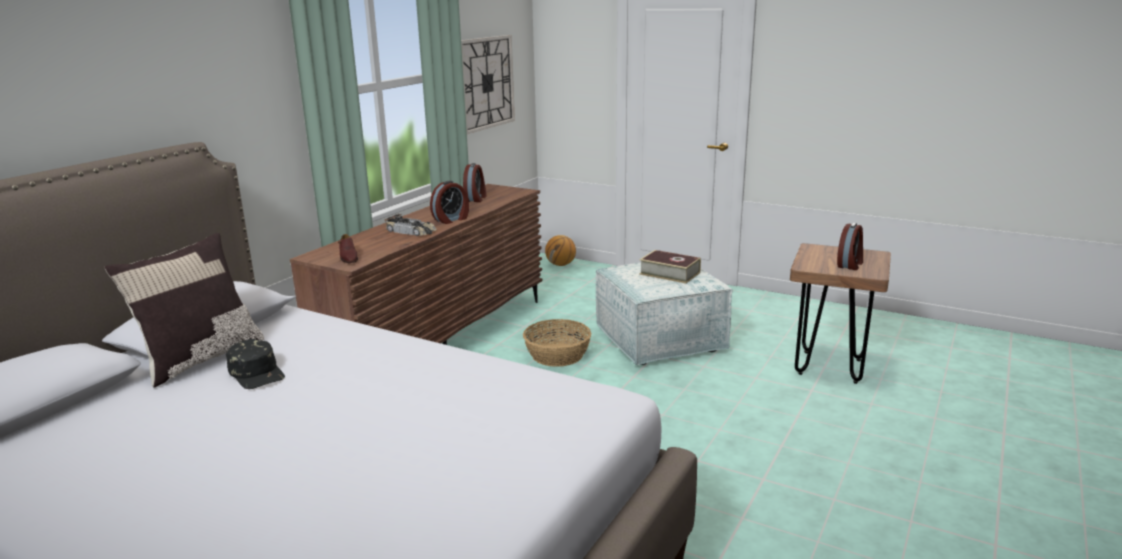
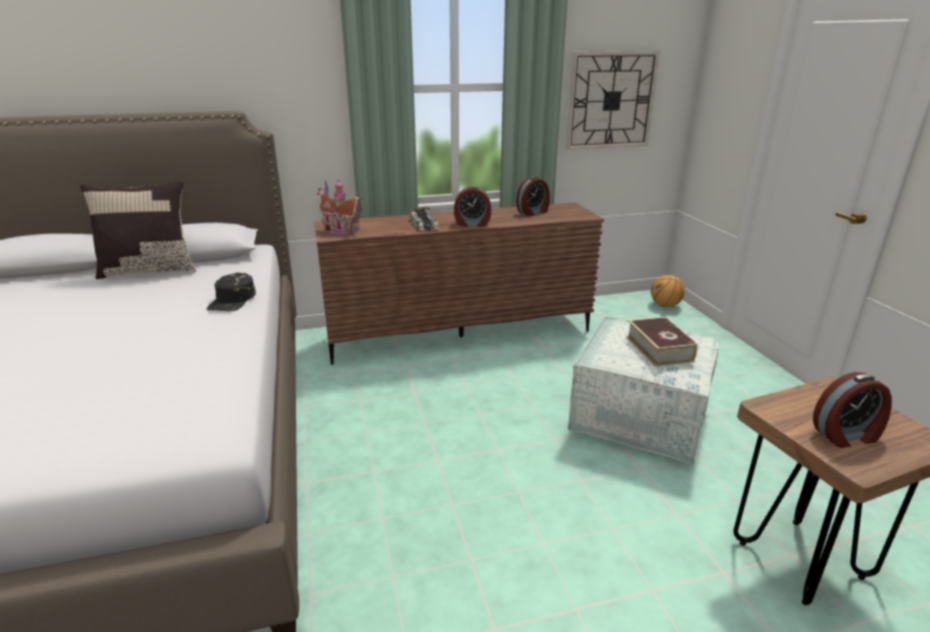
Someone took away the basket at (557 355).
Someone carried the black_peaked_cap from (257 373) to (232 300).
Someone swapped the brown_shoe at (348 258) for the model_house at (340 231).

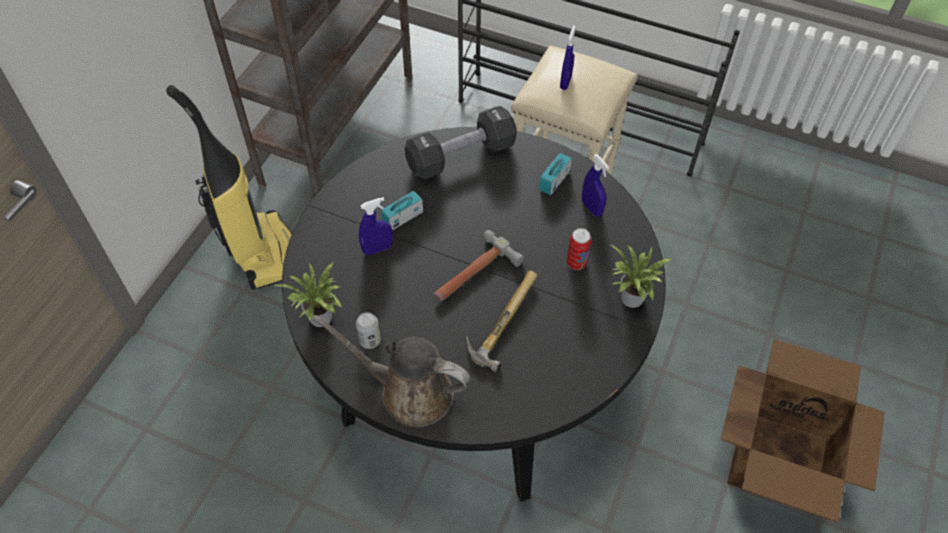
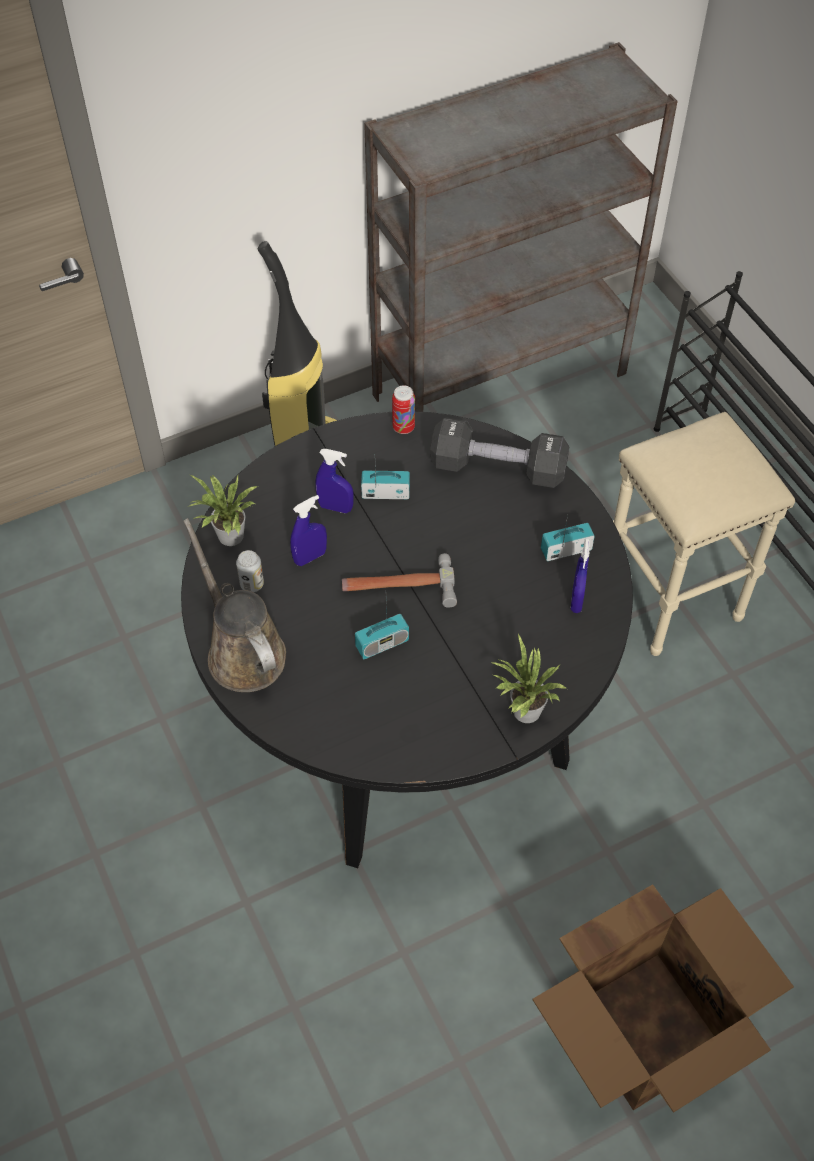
Someone carried the bluish_sprayer from (565 82) to (310 557).
Someone carried the metal_can from (576 263) to (403 427).
Someone swapped the hammer at (500 319) for the radio_receiver at (382 644).

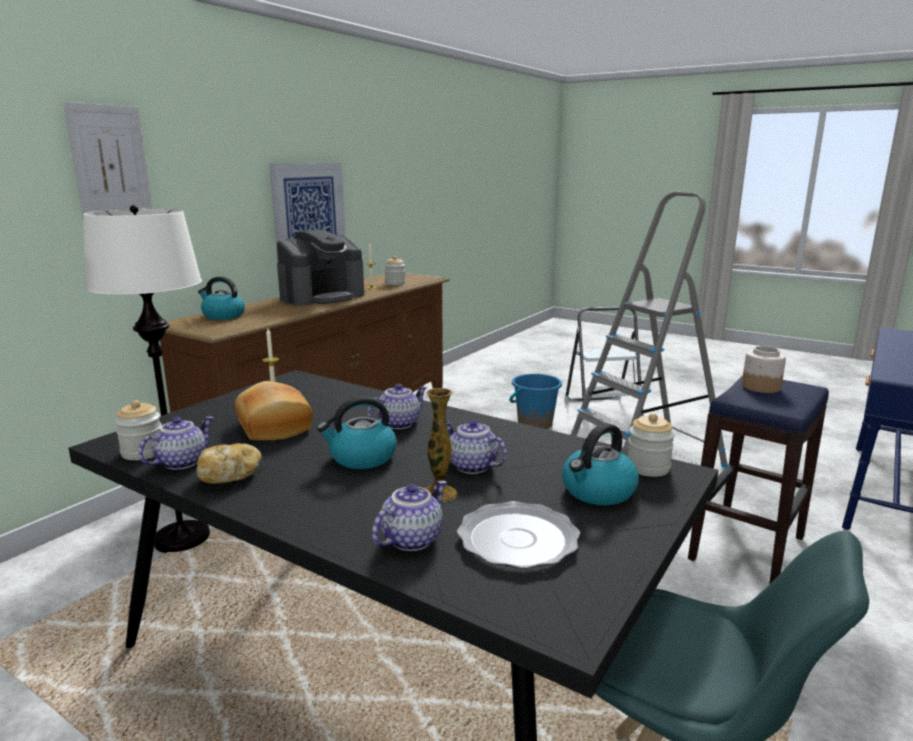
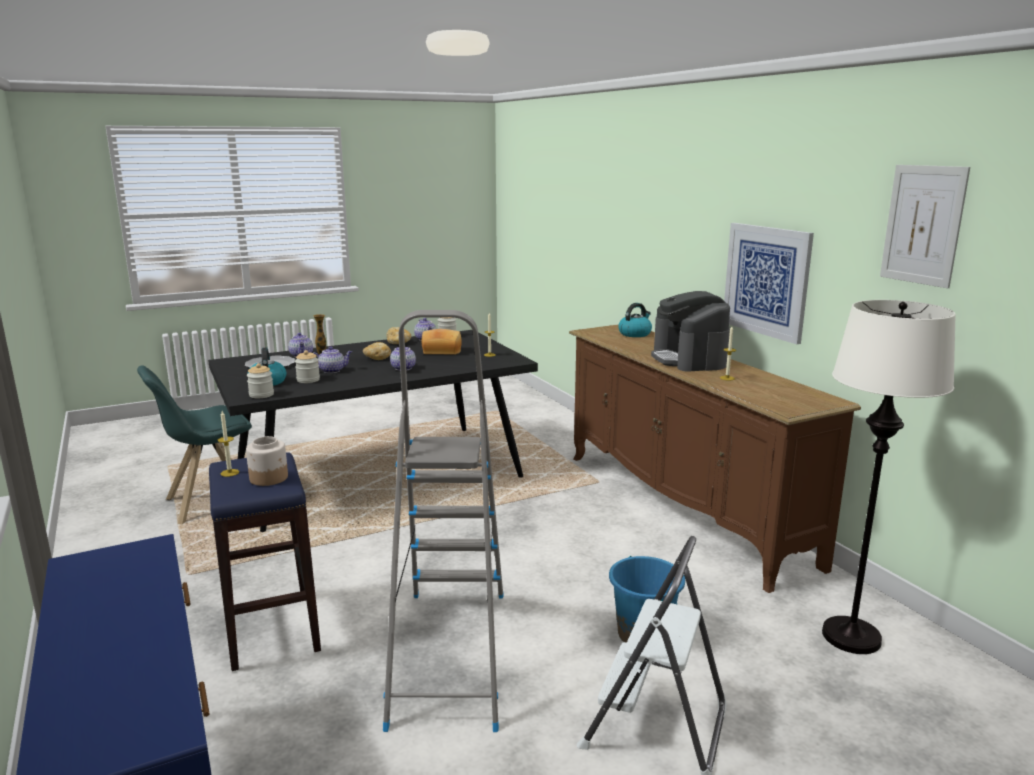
Someone put down the candle at (229 473).
Someone carried the picture from (110 162) to (923 225).
Someone carried the whitish_floor_lamp from (183 538) to (851 637).
Someone carried the preserve_jar from (395 283) to (308 380).
Someone swapped the water_kettle at (361 458) for the bakery_bread at (377 358).

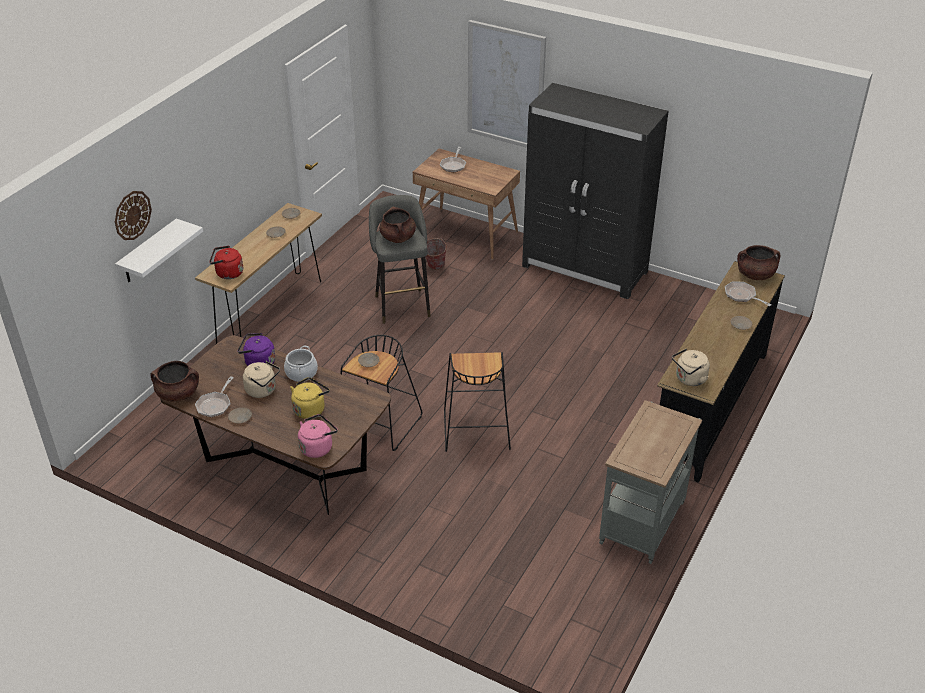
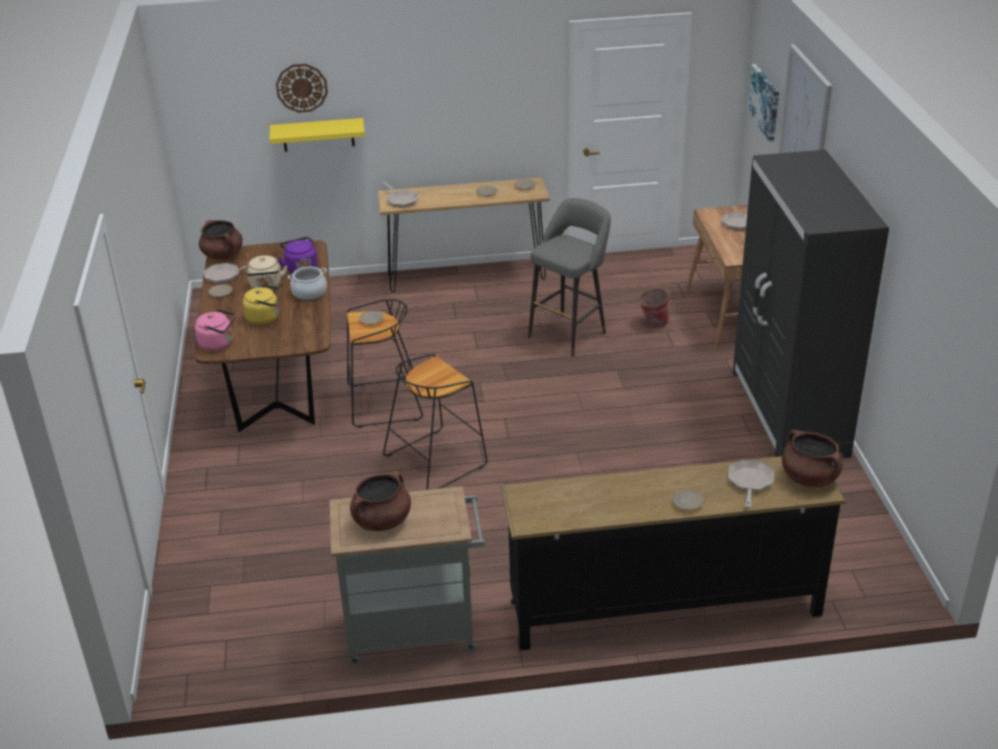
Someone took away the beige_water_kettle at (689 379).
Someone put up the picture at (765 102).
Someone carried the brown_cooking_pot from (398 238) to (382 521).
Someone swapped the red-coloured_water_kettle at (227 273) for the frying_pan at (401 200).
Someone repainted the whitish_shelf at (148 252), which became the yellow_shelf at (318 135).

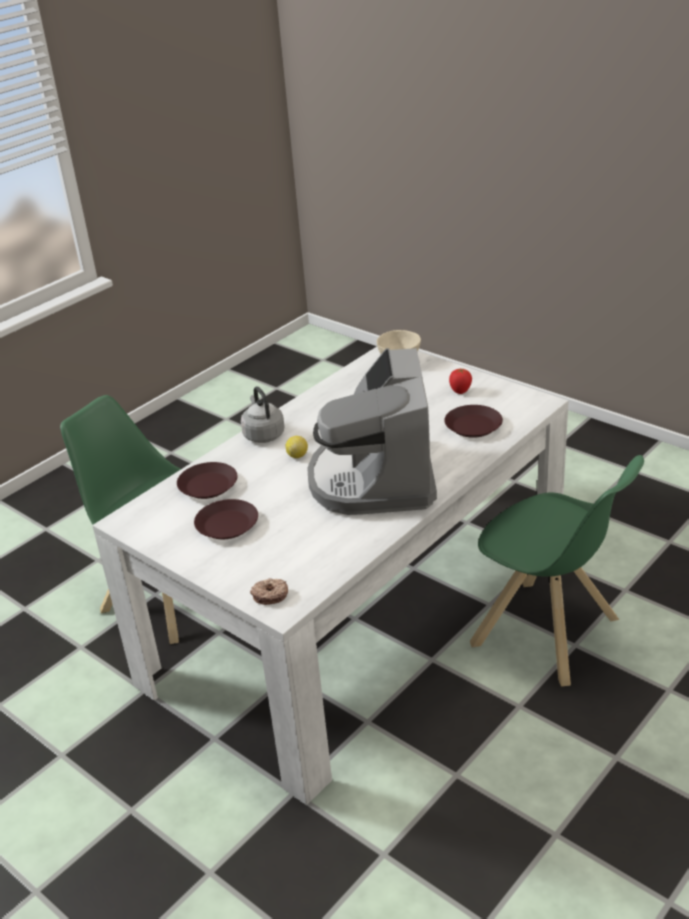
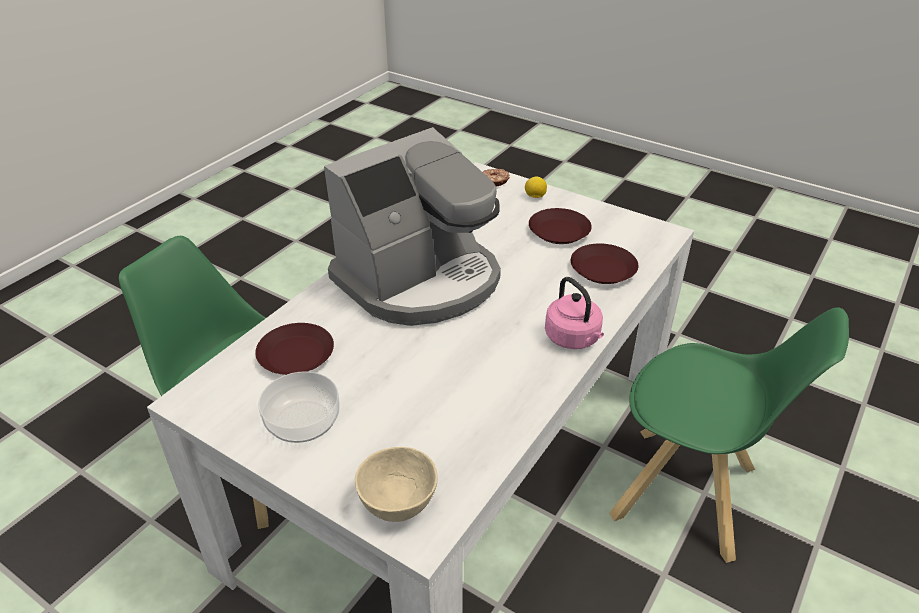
Someone carried the lemon from (297 455) to (535 197).
Someone swapped the fresh_tomato at (460 392) for the bowl at (302 422).
Someone repainted the greyish_water_kettle at (263 434), which became the pink-coloured_water_kettle at (574 339).
Someone rotated the coffee_machine at (374 478) by 60 degrees clockwise.

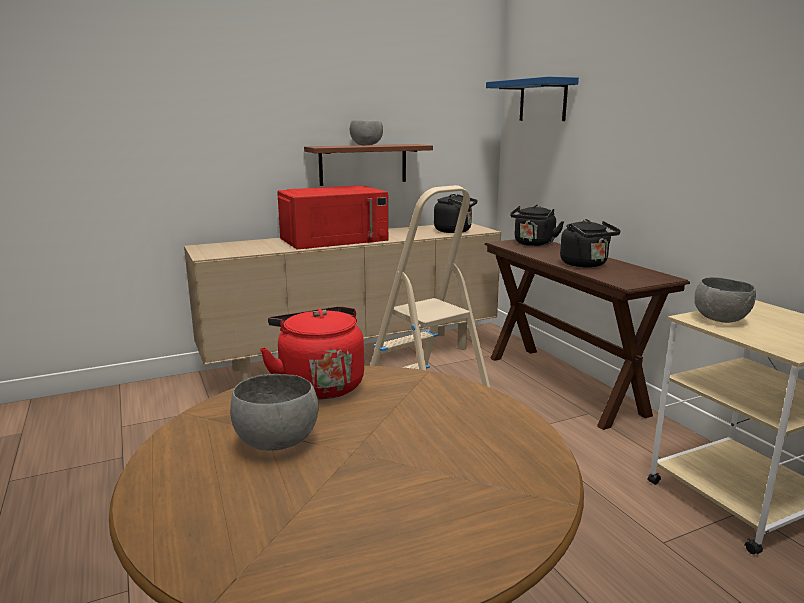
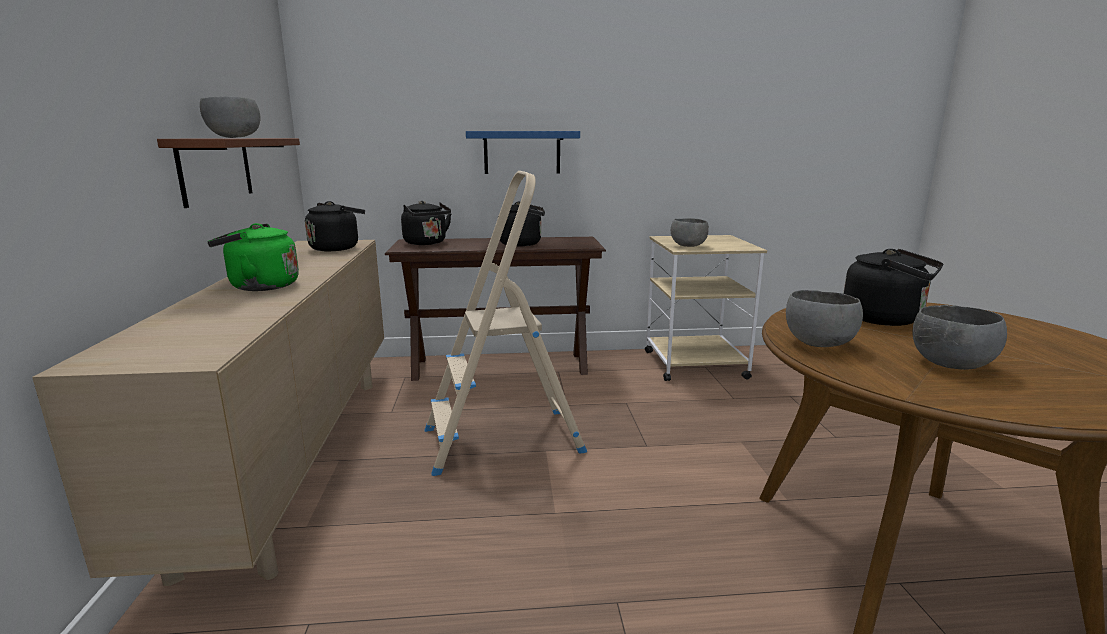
Someone put down the black_water_kettle at (886 319).
Someone carried the bluish_shelf from (543 100) to (522 152).
Someone swapped the red-coloured_water_kettle at (319 384) for the greyish_bowl at (817 344).
Someone swapped the red-coloured_microwave at (334 239) for the green-coloured_water_kettle at (260 286).

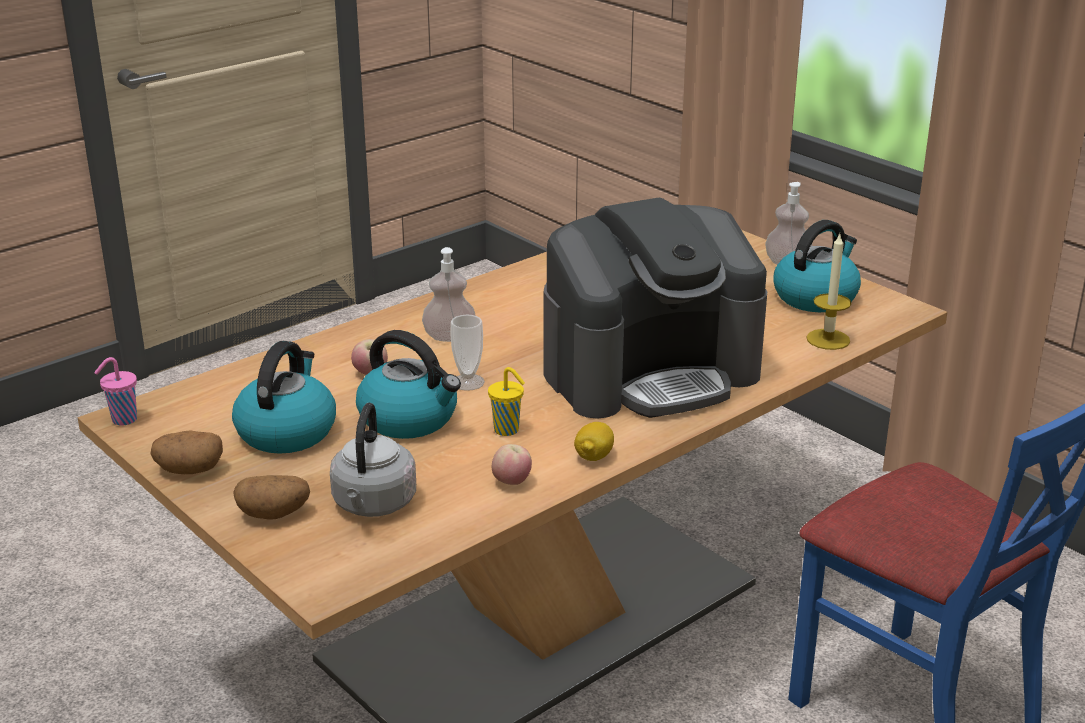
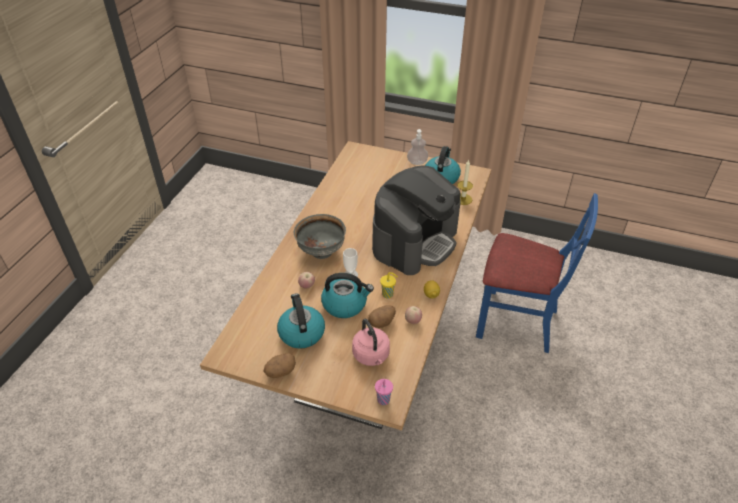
Someone carried the pink-coloured_drinking_cup from (122 420) to (383 400).
Someone carried the potato from (274 514) to (382 322).
Someone swapped the liquid_soap_bottle at (449 337) for the greyish_bowl at (321 252).
Someone repainted the greyish_water_kettle at (373 505), which became the pink-coloured_water_kettle at (371 356).

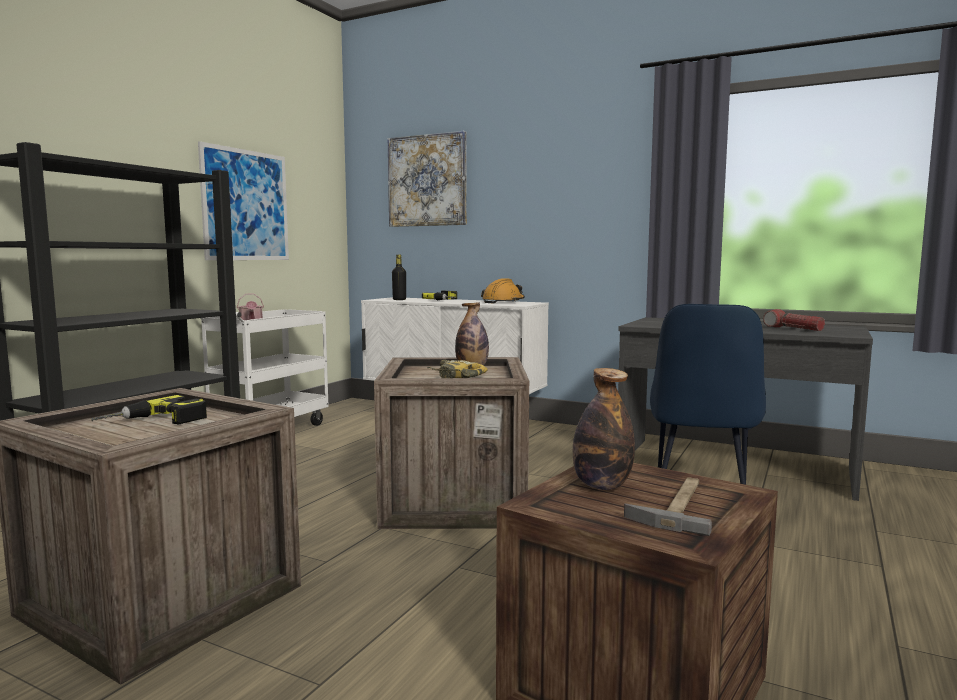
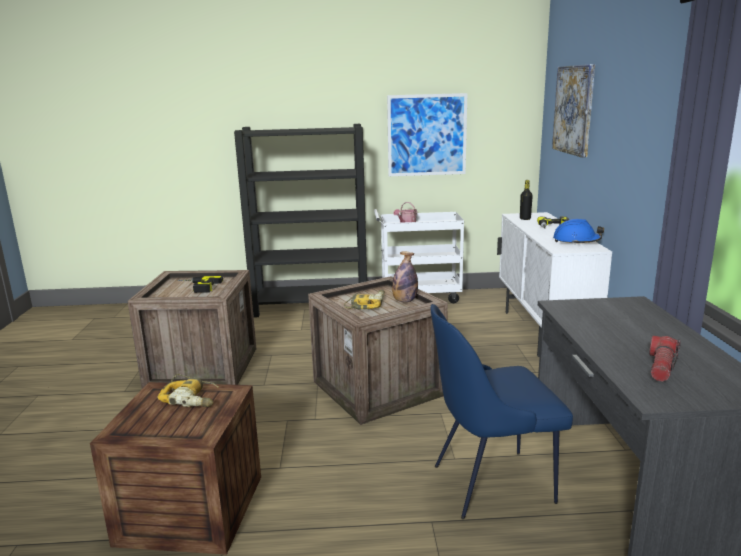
Someone took away the hammer at (677 505).
Someone swapped the beverage_bottle at (601 486) for the power_drill at (192 398).
Someone repainted the orangey_work_helmet at (503 302), which became the bluish_work_helmet at (576 241).

